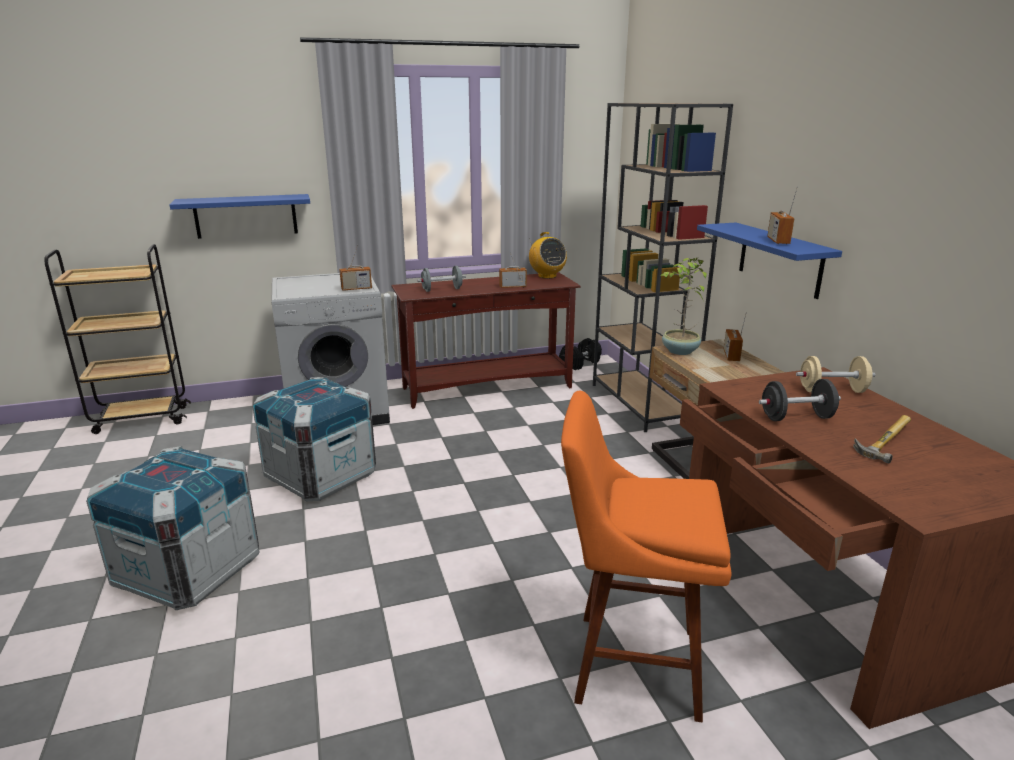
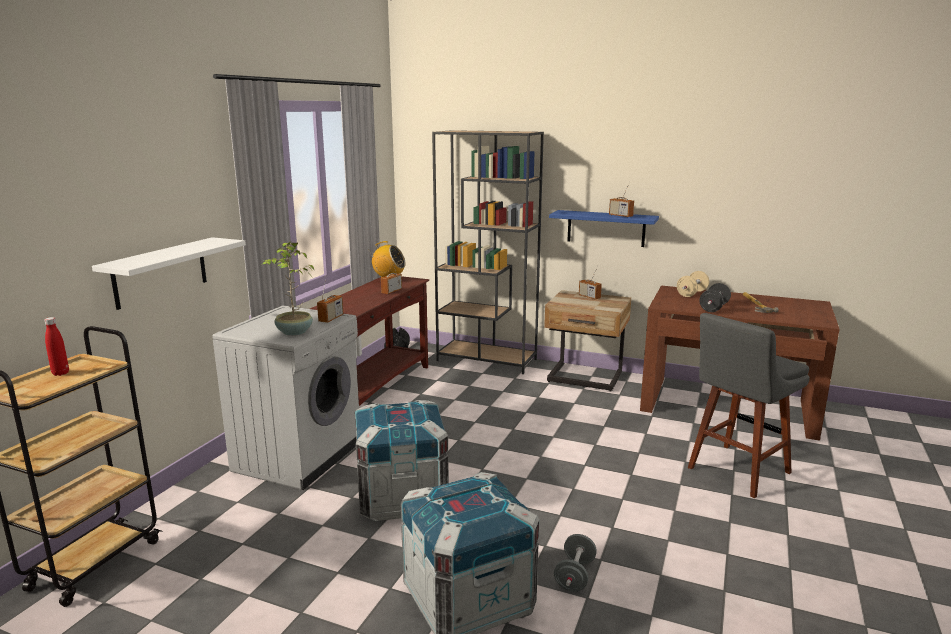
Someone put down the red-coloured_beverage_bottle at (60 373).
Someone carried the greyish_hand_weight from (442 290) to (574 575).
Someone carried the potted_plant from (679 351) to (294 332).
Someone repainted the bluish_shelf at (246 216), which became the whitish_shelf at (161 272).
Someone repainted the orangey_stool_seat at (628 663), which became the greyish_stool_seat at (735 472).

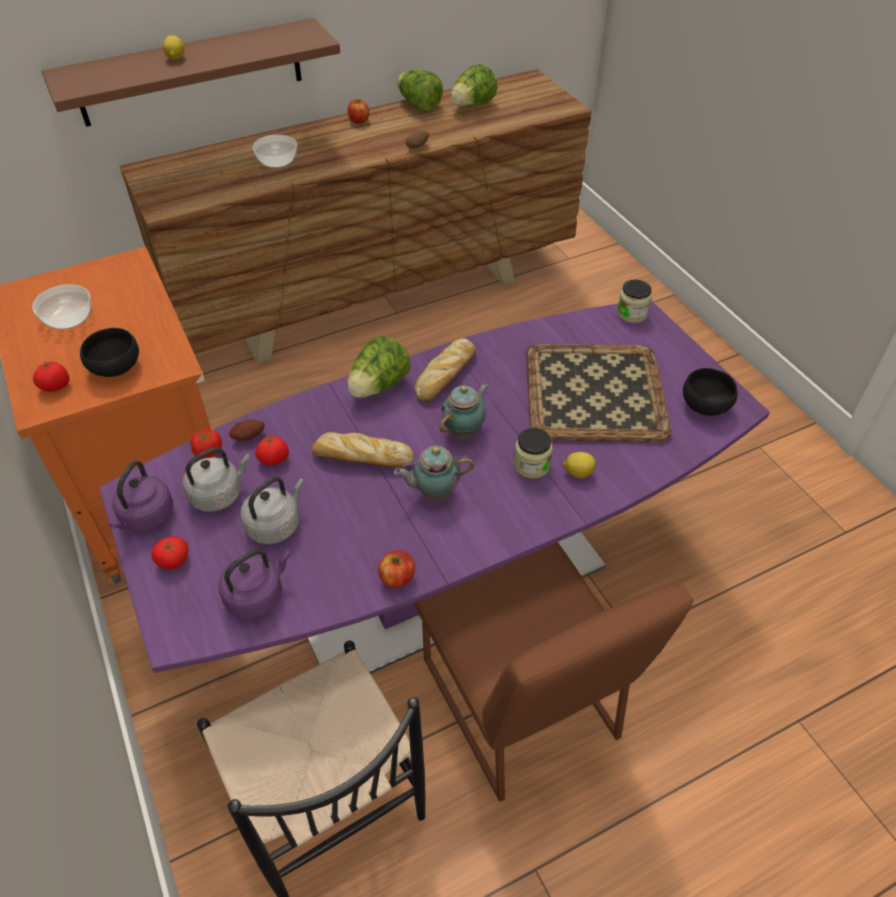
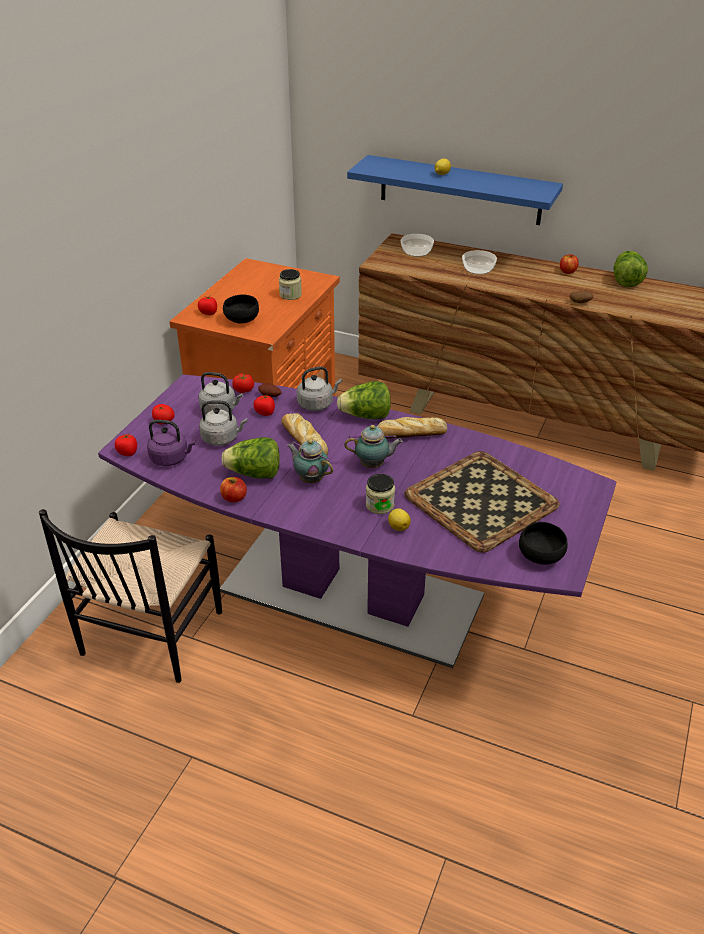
Someone took away the purplish_water_kettle at (146 517).
Someone took away the brown_plain_chair at (521 703).
Someone put down the fresh_tomato at (128 452).
Someone put down the greyish_water_kettle at (317 404).
Someone carried the bowl from (69 318) to (417 253).
Someone carried the head_of_lettuce from (472 105) to (254 474).
Someone carried the preserve_jar from (631 313) to (290 295).
Someone repainted the brown_shelf at (191 73), which became the bluish_shelf at (460 190).

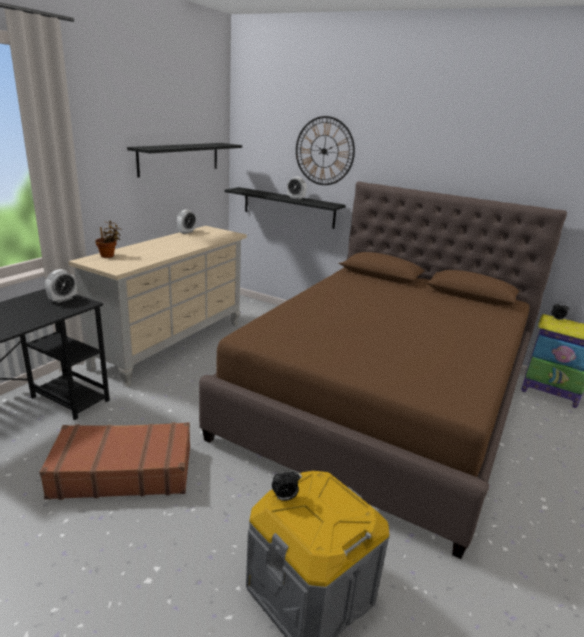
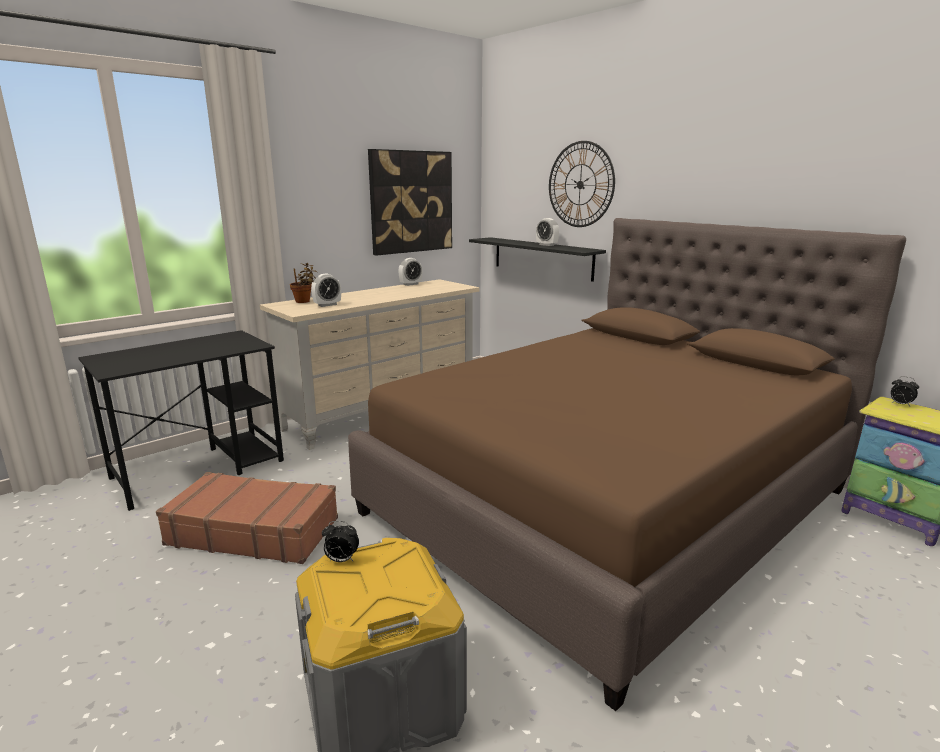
Someone carried the bedside_clock from (63 299) to (327 305).
Someone swapped the black_shelf at (180 158) for the picture at (411 202).

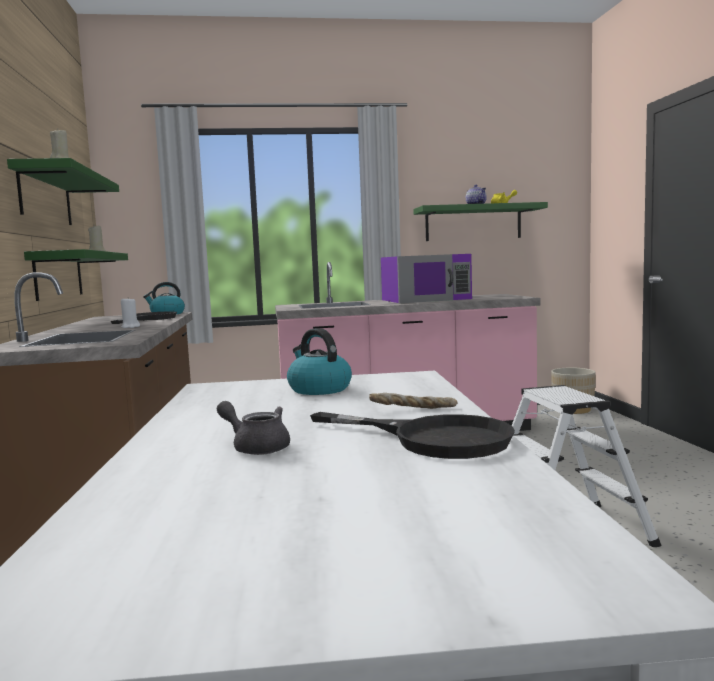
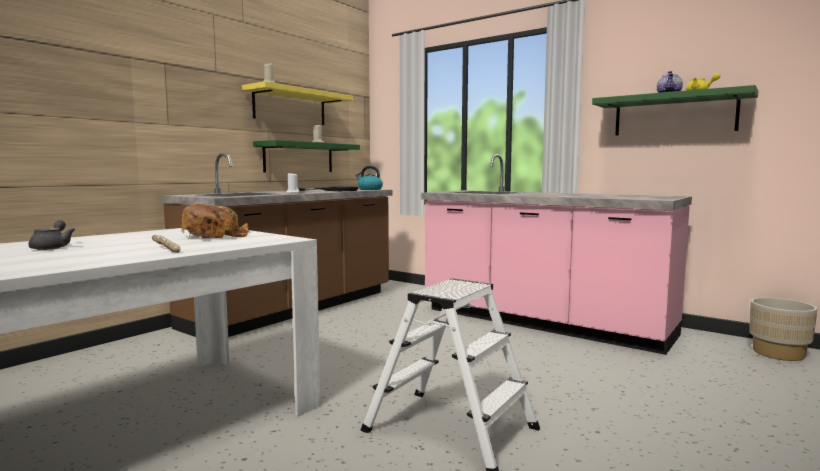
Someone took away the black_frying_pan at (432 438).
Someone took away the purplish_microwave at (426 299).
Someone swapped the water_kettle at (318 389) for the bakery_bread at (215 236).
Someone repainted the green-coloured_shelf at (45 197), which became the yellow_shelf at (290 107).

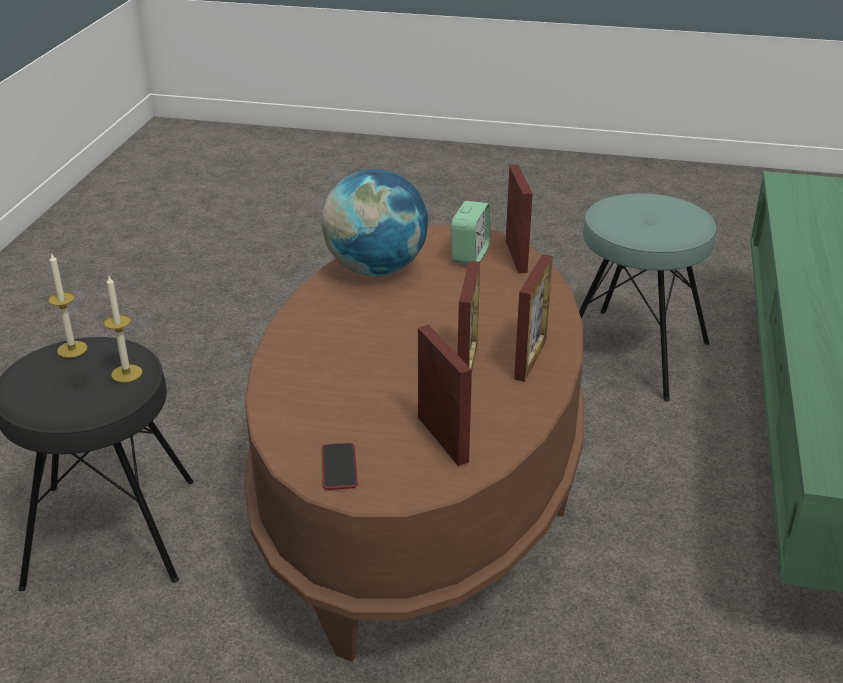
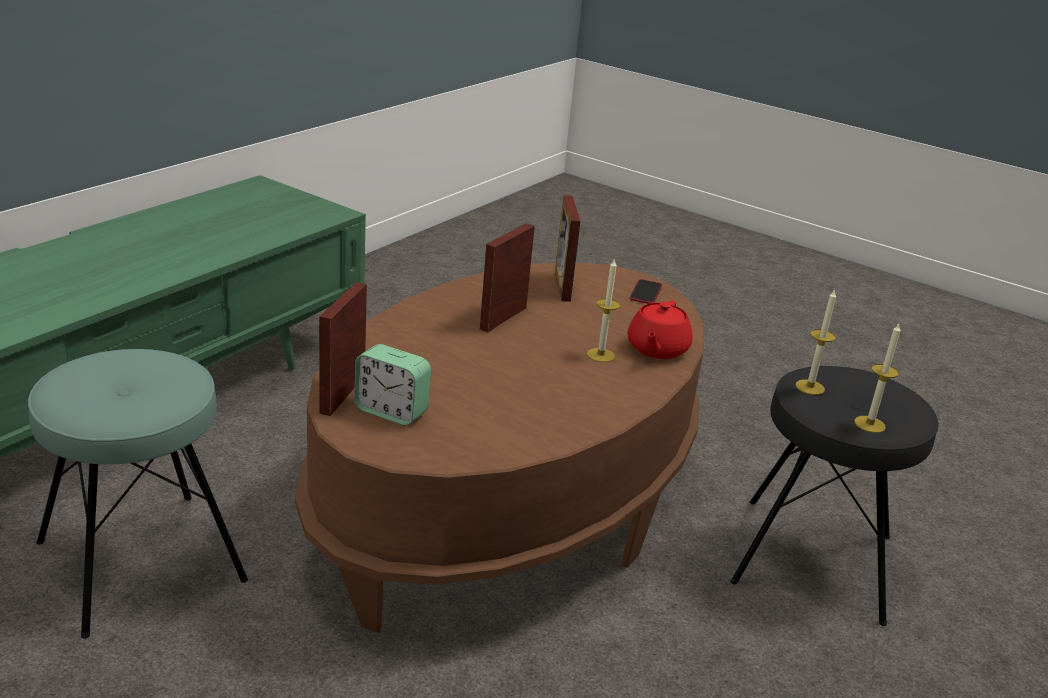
Someone took away the globe at (376 269).
Someone took away the picture_frame at (530 359).
Someone put down the candle at (600 355).
Someone put down the red-coloured_tea_pot at (656 349).
Someone rotated the bedside_clock at (470 255) by 105 degrees counterclockwise.

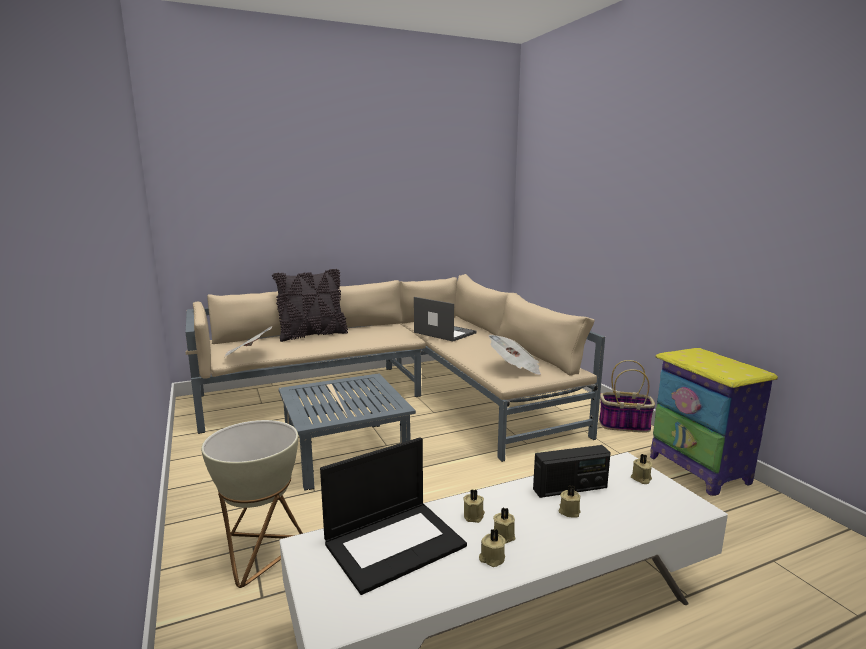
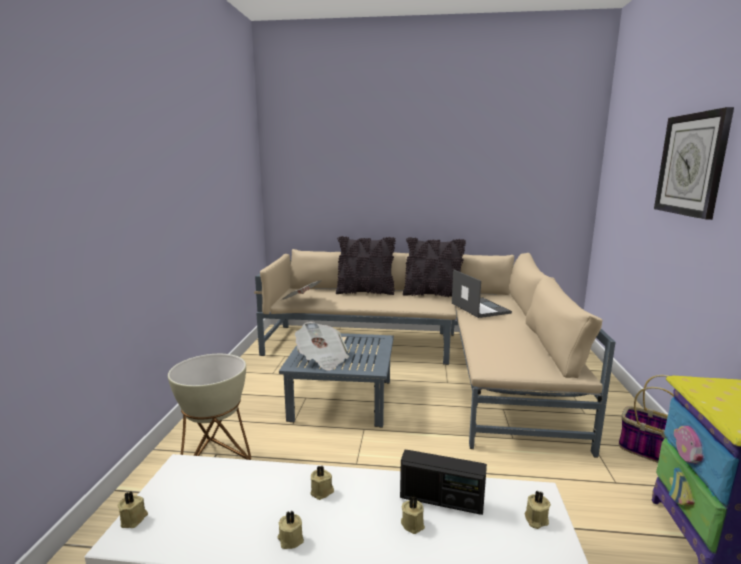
Someone took away the notebook_computer at (395 543).
Someone put down the black_pillow at (433 294).
Someone put up the wall_clock at (691 164).
Someone carried the daily_paper from (515 368) to (322 359).
Someone carried the beige_candle from (504 535) to (134 519).

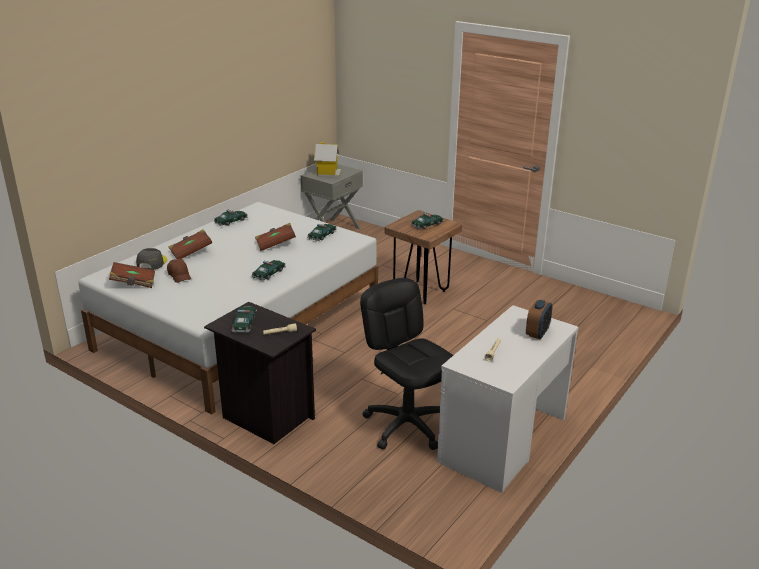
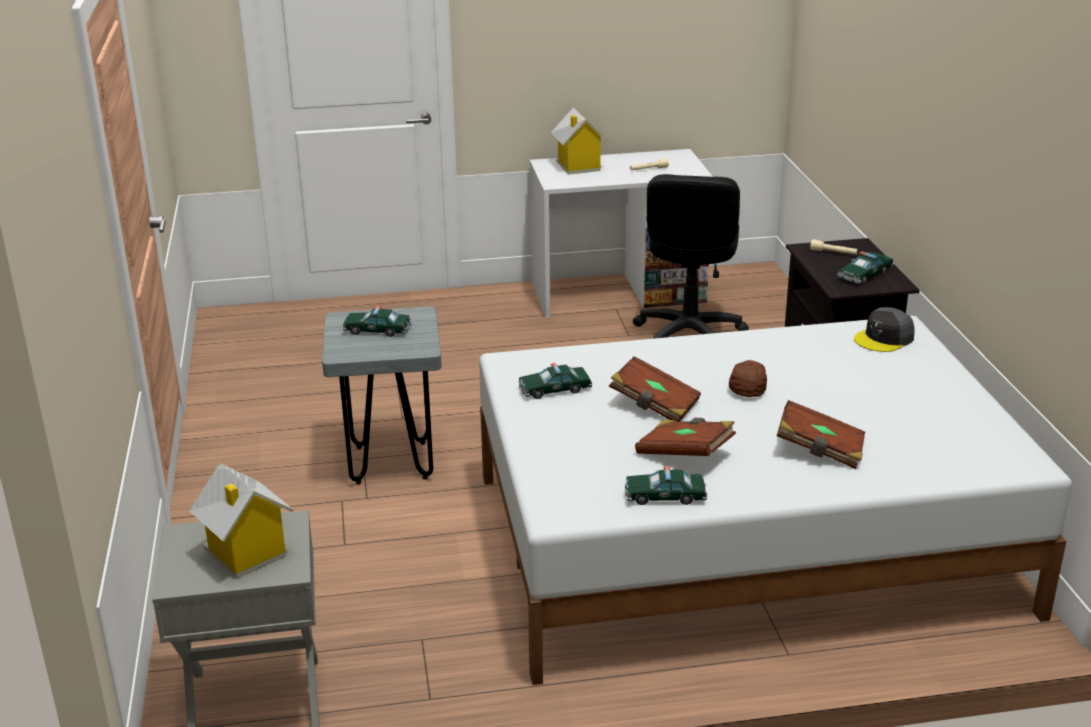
Someone took away the model_car at (269 274).
Someone carried the brown_book from (133 283) to (685 453).
Someone carried the greyish_peaked_cap from (151 263) to (884 338).
Someone carried the brown_peaked_cap from (179 276) to (747 387).
Someone swapped the bedside_clock at (537 333) for the model_house at (578 167).
Someone repainted the brown_stool_seat at (421 292), which became the greyish_stool_seat at (391 462).

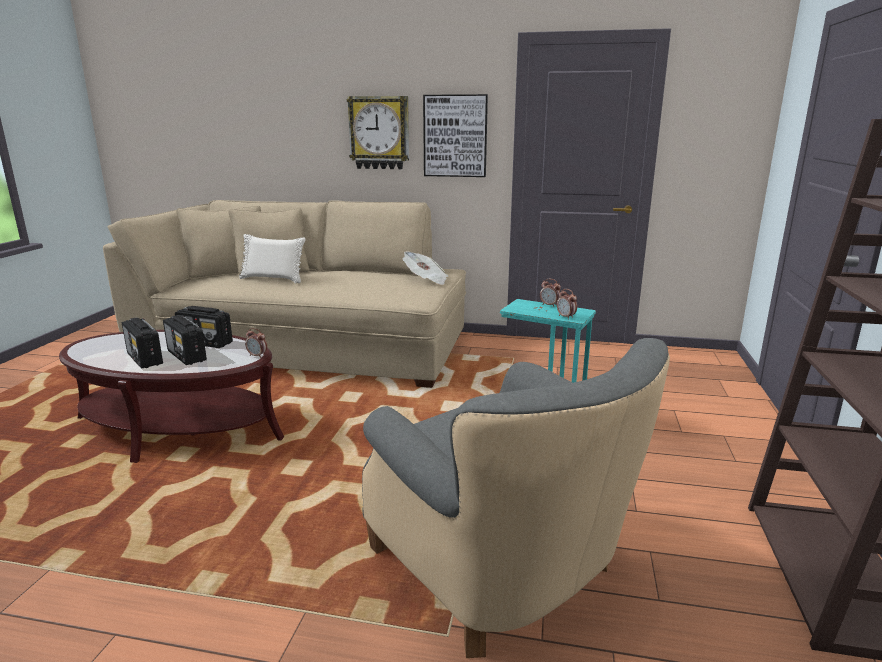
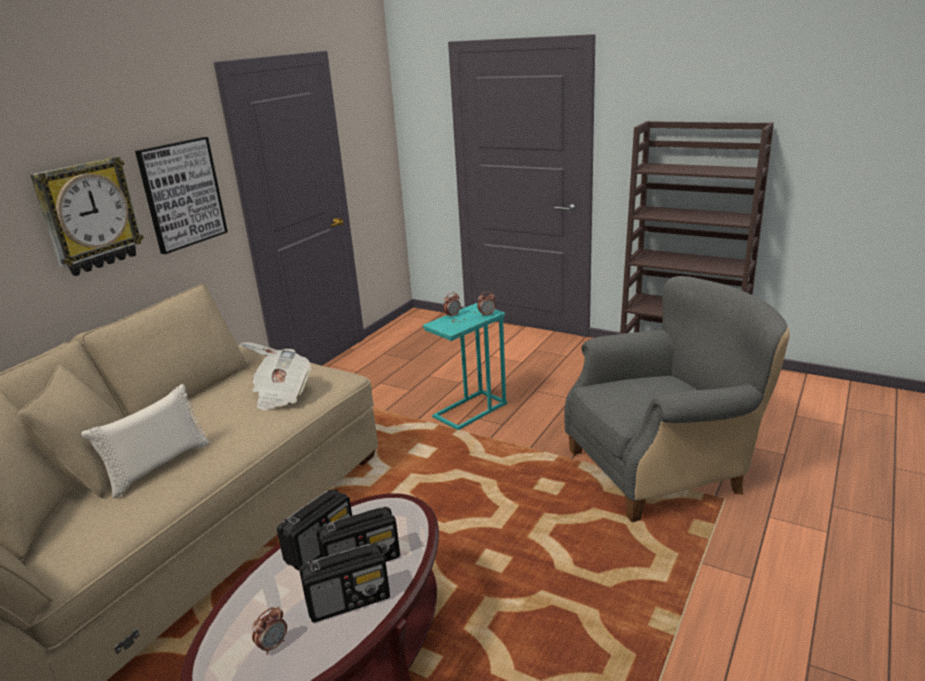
Someone put down the daily_paper at (282 394).
Someone carried the bedside_clock from (257 356) to (273 645).

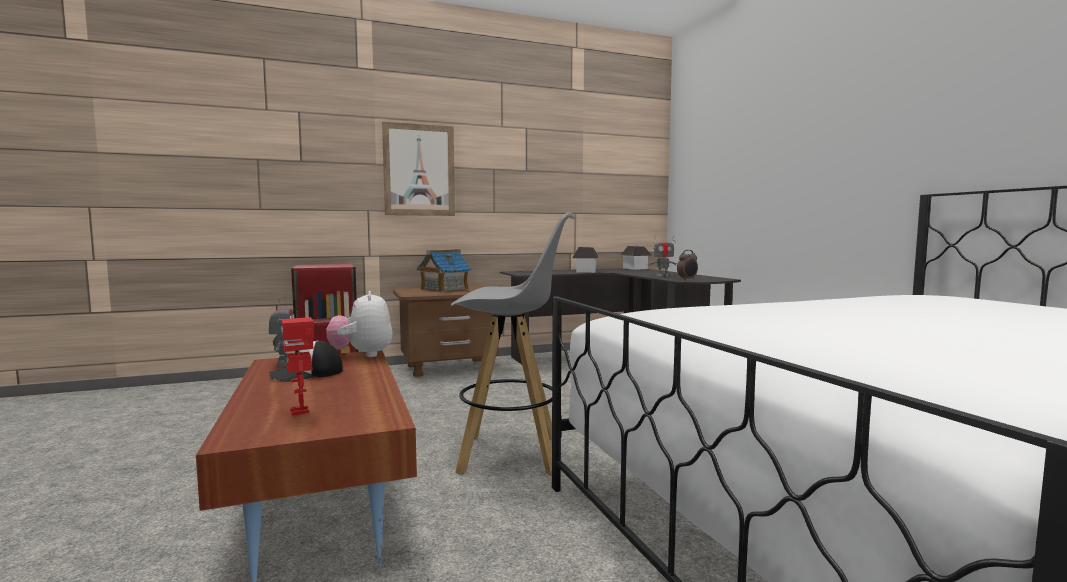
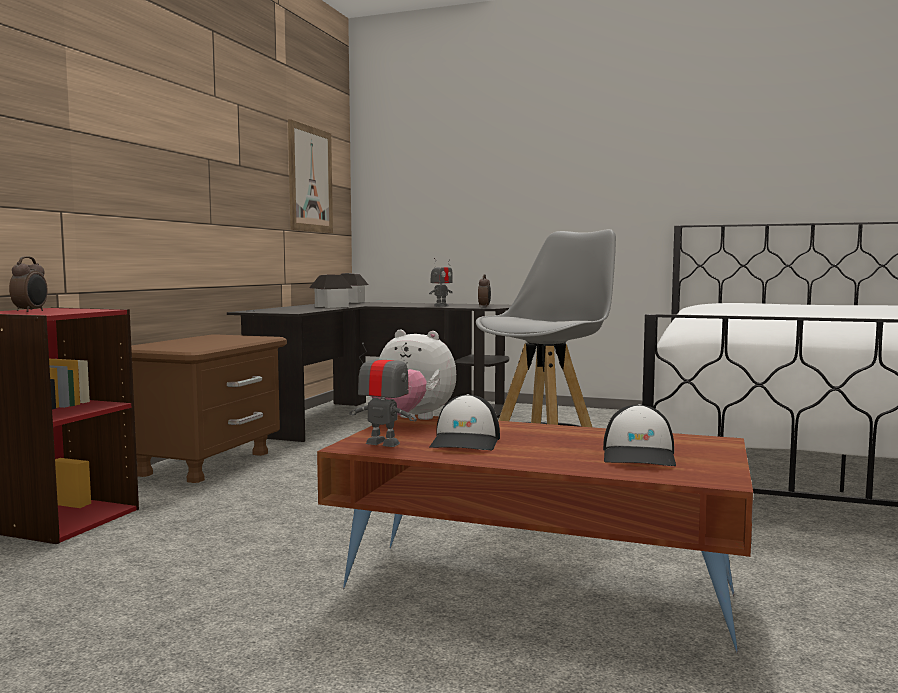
Someone took away the model_house at (444 289).
Someone put down the bedside_clock at (31 311).
Someone carried the picture from (419 170) to (310 179).
Someone swapped the robot_figure at (301 411) for the peaked_cap at (639 456).

